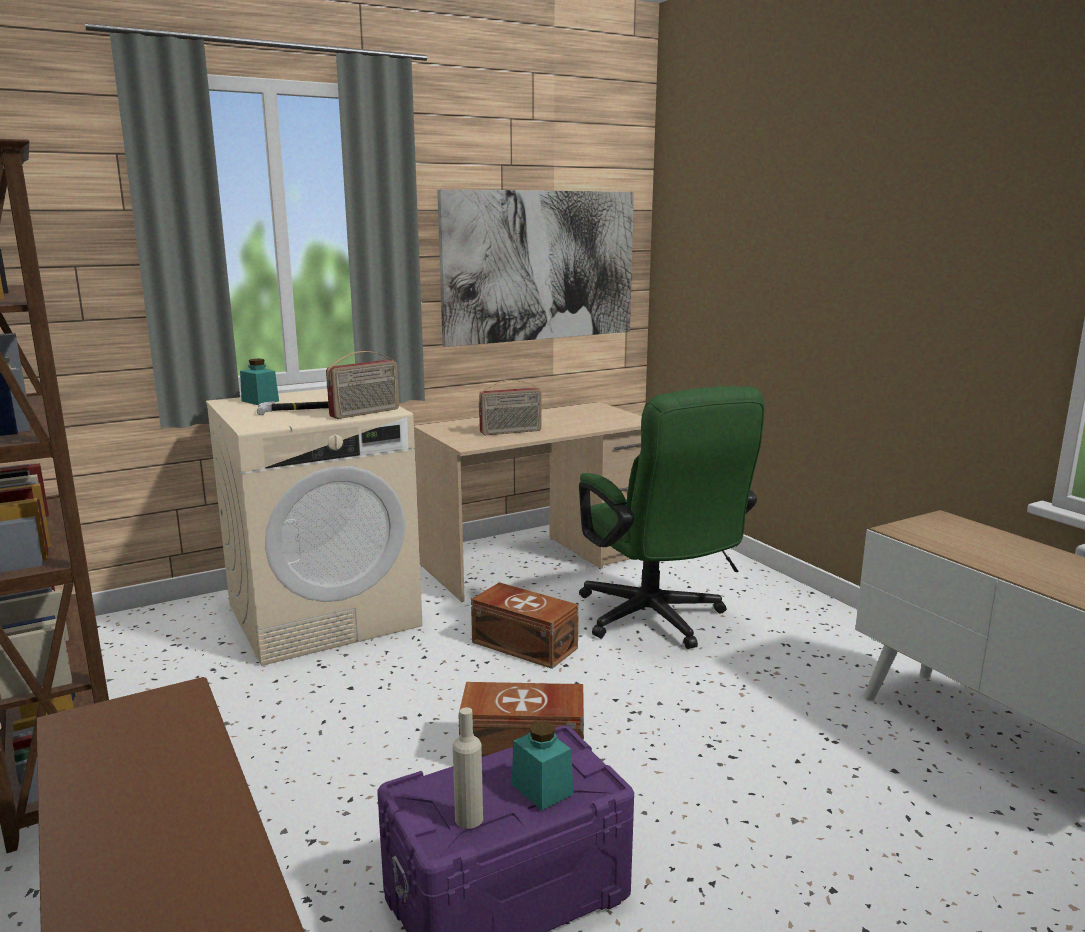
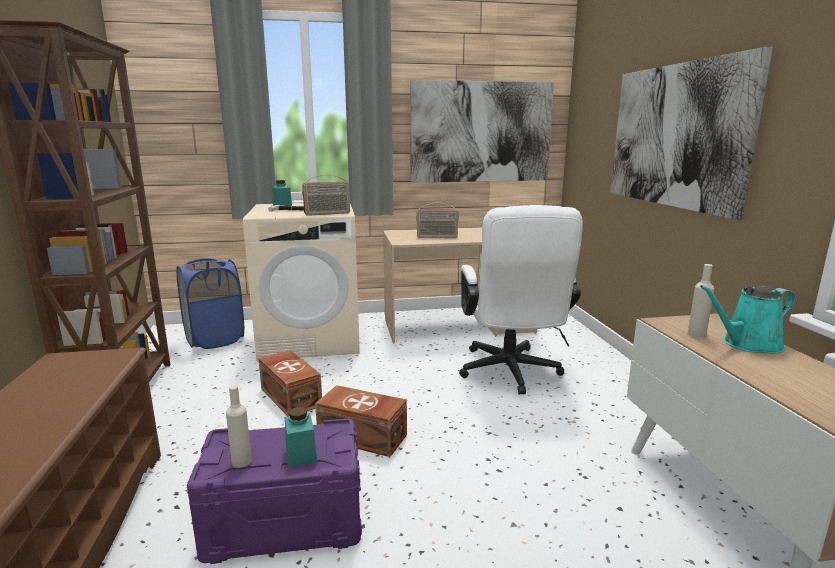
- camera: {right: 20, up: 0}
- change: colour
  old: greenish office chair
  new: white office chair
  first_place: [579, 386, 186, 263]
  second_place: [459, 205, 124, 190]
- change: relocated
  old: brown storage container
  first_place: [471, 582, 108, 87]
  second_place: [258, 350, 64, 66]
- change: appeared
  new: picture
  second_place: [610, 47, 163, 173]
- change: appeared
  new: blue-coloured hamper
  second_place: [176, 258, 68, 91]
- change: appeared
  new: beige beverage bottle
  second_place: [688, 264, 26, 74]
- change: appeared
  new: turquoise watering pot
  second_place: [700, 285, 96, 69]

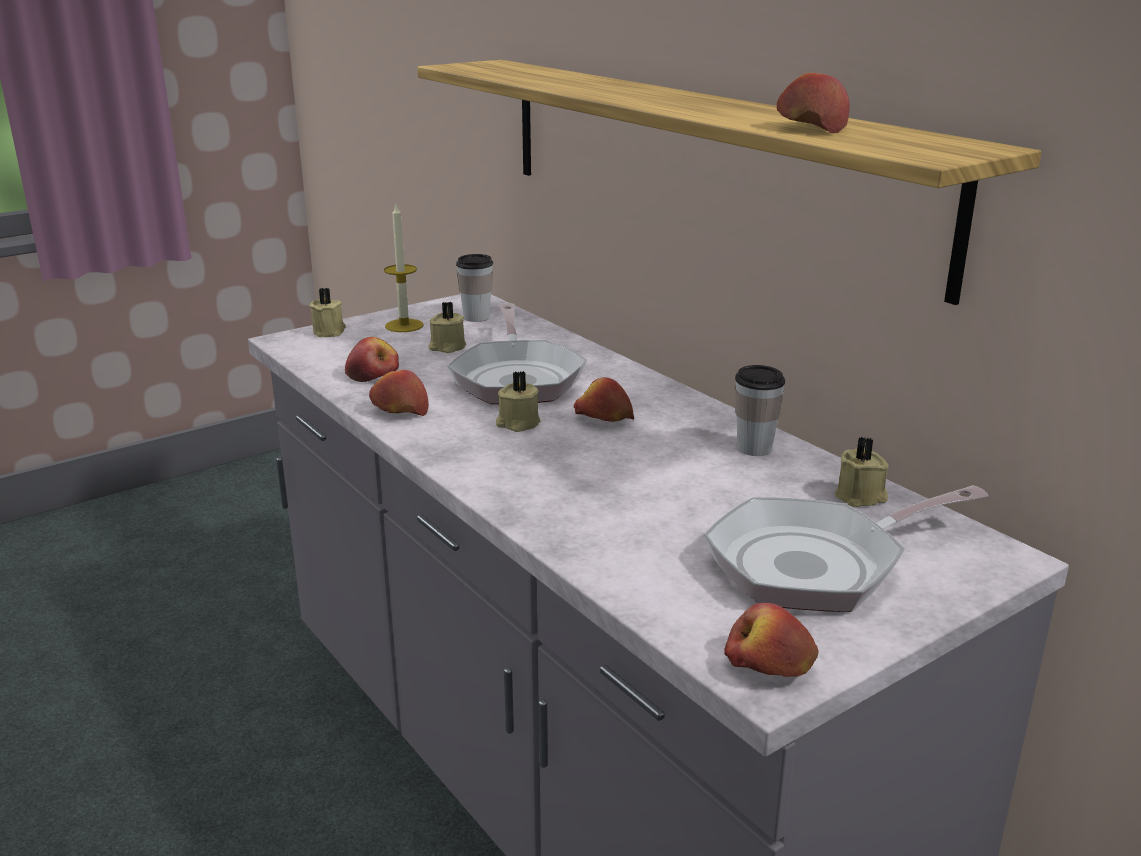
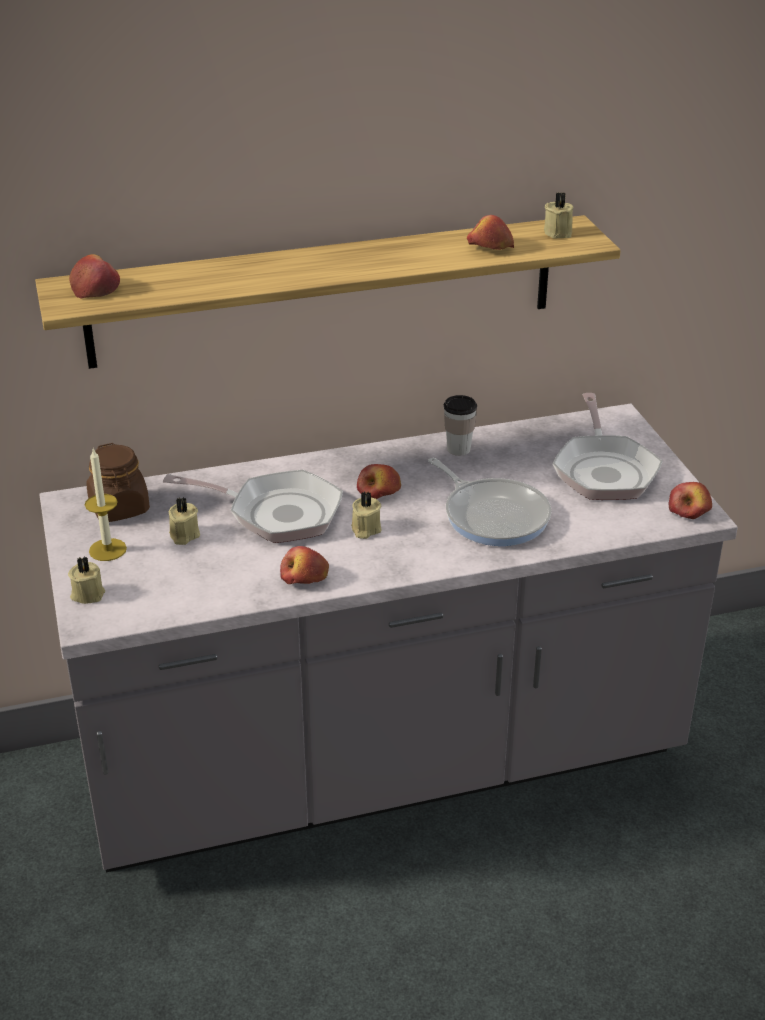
- camera: {right: -70, up: 10}
- change: exchanged
  old: cup
  new: brown storage jar
  first_place: [456, 254, 37, 68]
  second_place: [86, 443, 64, 79]
- change: relocated
  old: apple
  first_place: [345, 337, 54, 45]
  second_place: [69, 254, 51, 45]
- change: relocated
  old: beige candle
  first_place: [835, 437, 54, 70]
  second_place: [544, 192, 29, 47]
- change: appeared
  new: pan
  second_place: [428, 458, 124, 88]

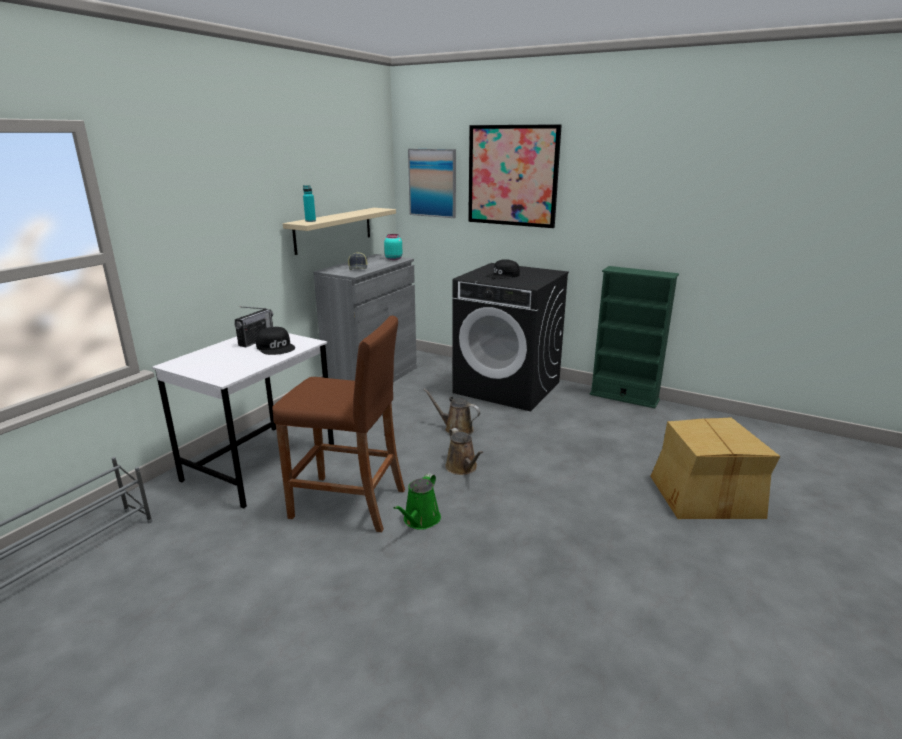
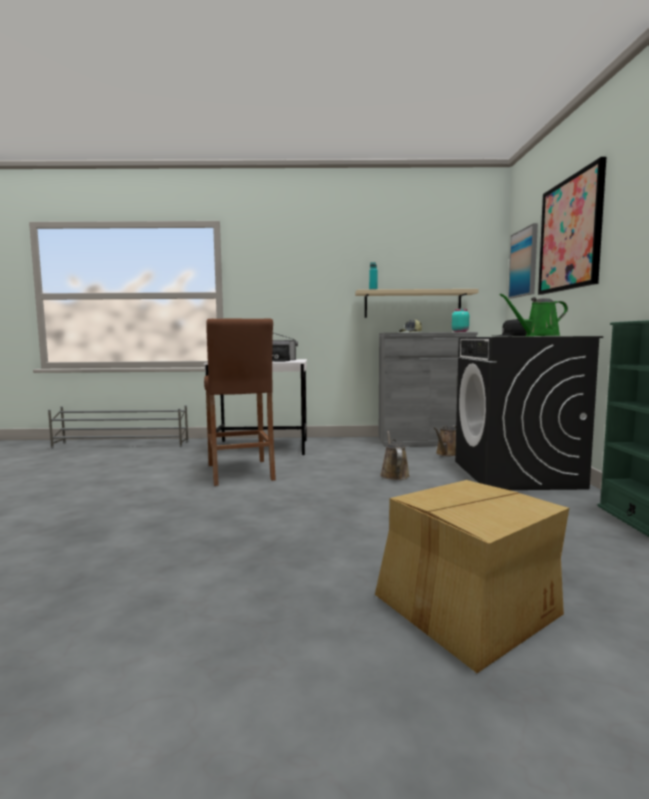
- camera: {right: 60, up: -15}
- change: relocated
  old: brown watering pot
  first_place: [445, 428, 38, 47]
  second_place: [434, 425, 22, 31]
- change: relocated
  old: greenish watering pot
  first_place: [394, 473, 47, 57]
  second_place: [499, 294, 69, 42]

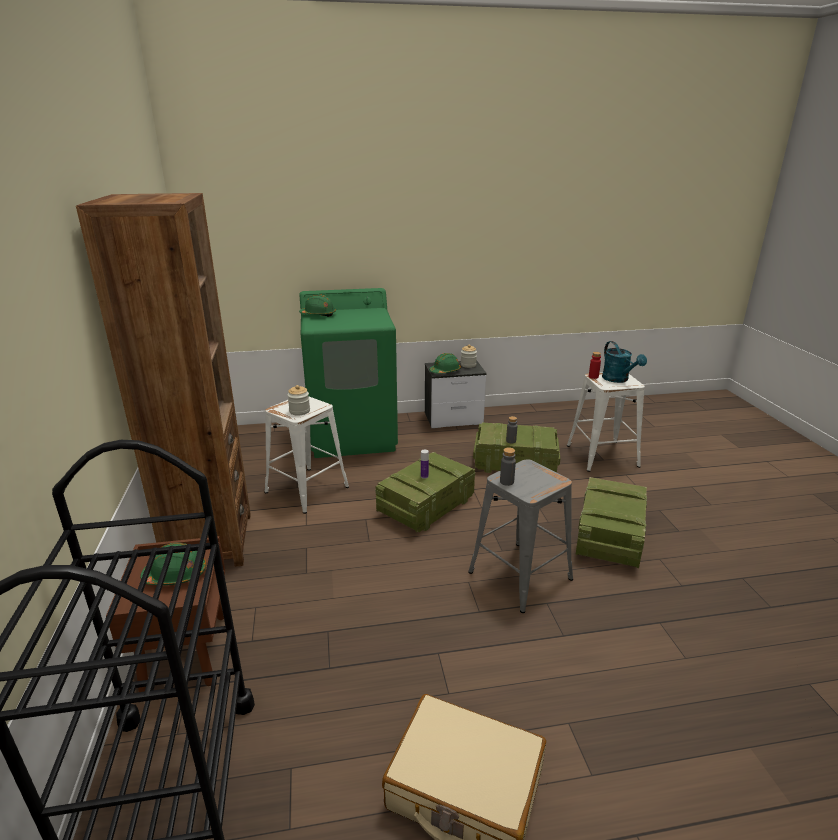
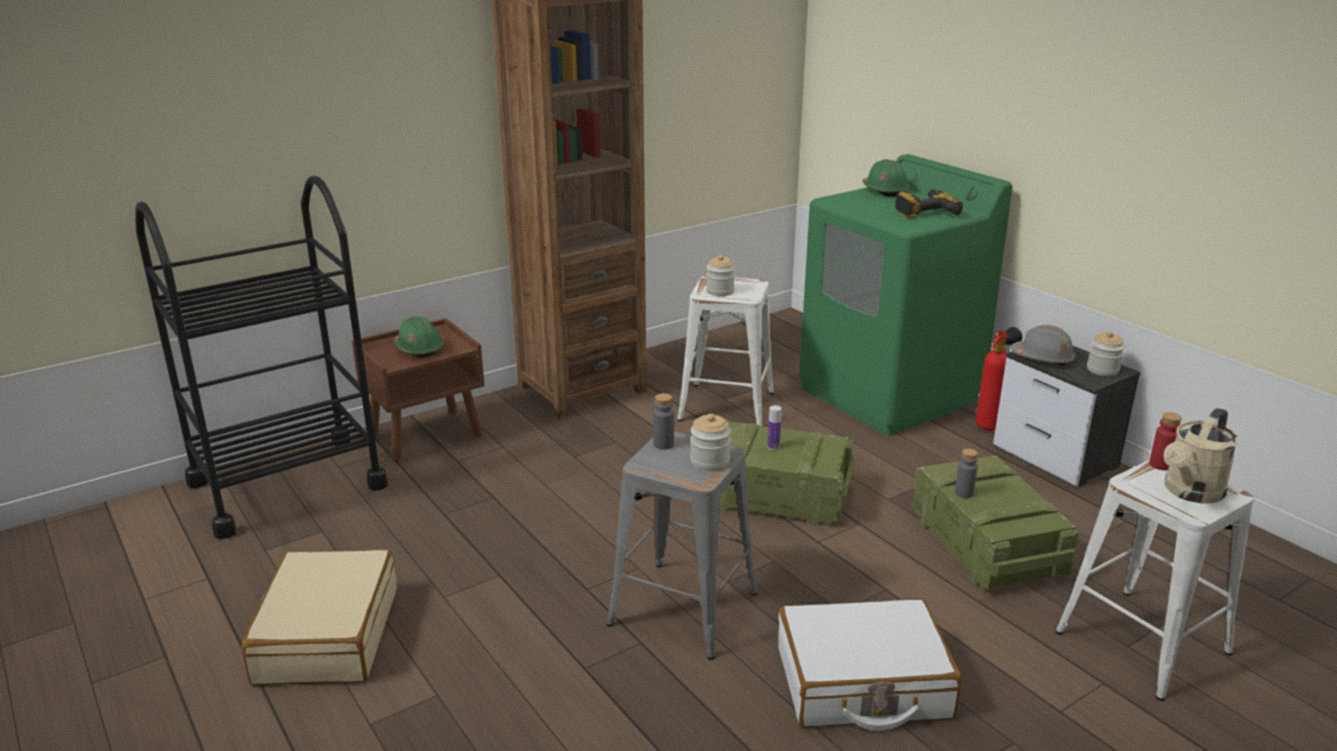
- camera: {right: 65, up: 0}
- change: colour
  old: turquoise watering pot
  new: beige watering pot
  first_place: [602, 341, 45, 42]
  second_place: [1164, 408, 74, 95]
- change: colour
  old: greenish safety helmet
  new: gray safety helmet
  first_place: [429, 353, 32, 21]
  second_place: [1011, 325, 65, 41]
- change: exchanged
  old: crate
  new: white piece of luggage
  first_place: [575, 477, 72, 91]
  second_place: [778, 599, 184, 132]
- change: appeared
  new: power drill
  second_place: [896, 189, 67, 30]
- change: appeared
  new: fire-fighting cylinder
  second_place: [976, 327, 46, 103]
- change: appeared
  new: storage jar
  second_place: [690, 414, 41, 57]

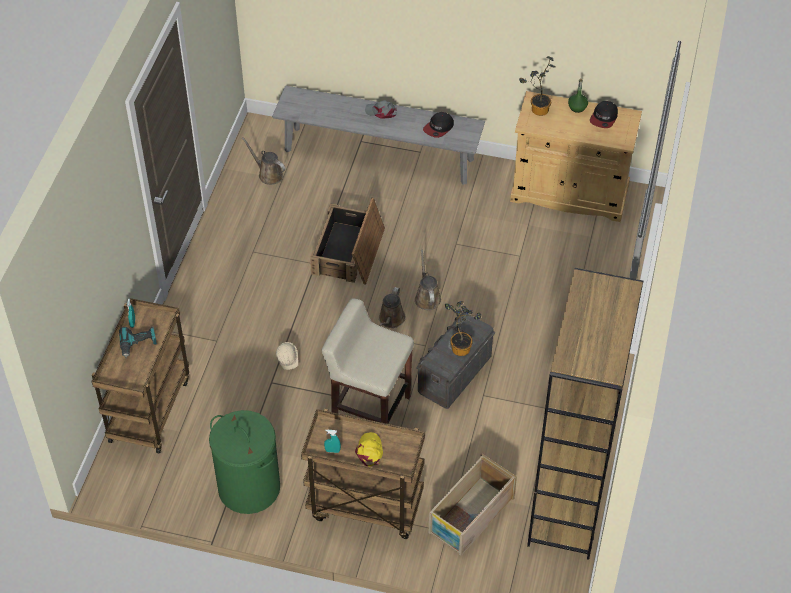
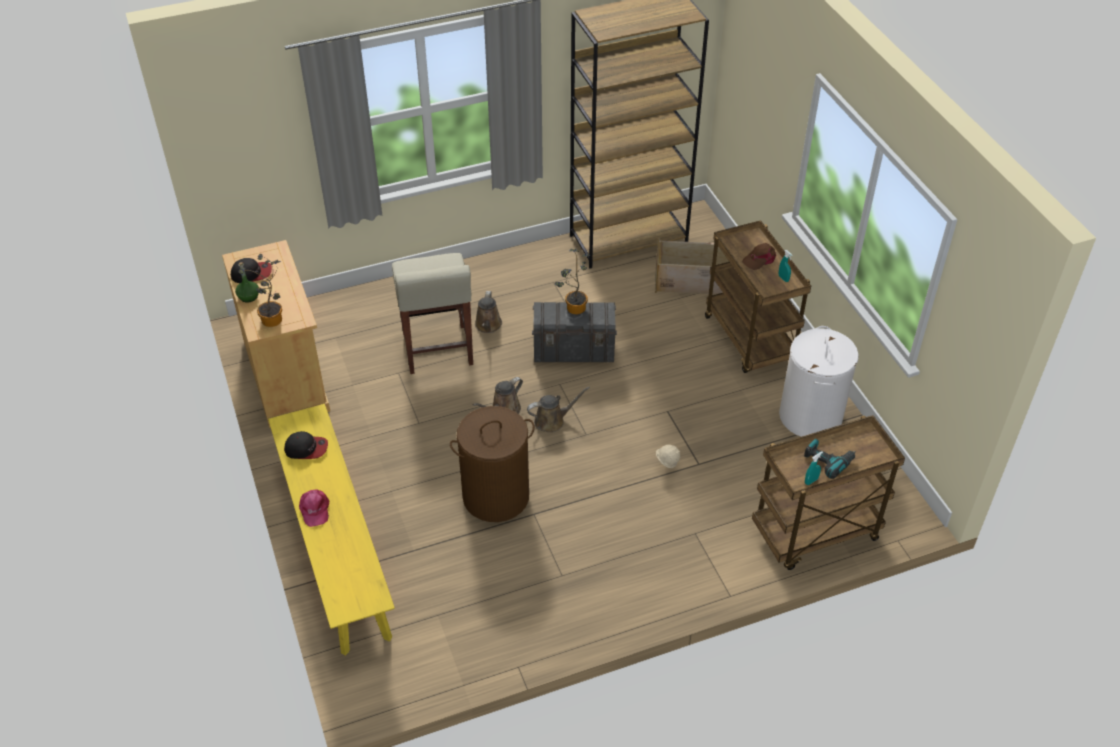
- camera: {right: -125, up: -5}
- change: colour
  old: gray long seat
  new: yellow-coloured long seat
  first_place: [272, 85, 213, 100]
  second_place: [268, 404, 127, 252]
- change: colour
  old: gray peaked cap
  new: pink peaked cap
  first_place: [365, 100, 32, 19]
  second_place: [299, 489, 30, 38]
- change: relocated
  old: brown watering pot
  first_place: [242, 137, 44, 48]
  second_place: [475, 291, 27, 42]
- change: exchanged
  old: crate
  new: brown hamper
  first_place: [310, 198, 75, 86]
  second_place: [450, 406, 85, 116]
- change: relocated
  old: beige stool seat
  first_place: [322, 298, 92, 126]
  second_place: [392, 253, 81, 121]
- change: colour
  old: greenish hamper
  new: white hamper
  first_place: [209, 410, 71, 104]
  second_place: [779, 326, 80, 111]
- change: colour
  old: yellow-coloured peaked cap
  new: brown peaked cap
  first_place: [355, 432, 28, 35]
  second_place: [742, 243, 34, 27]

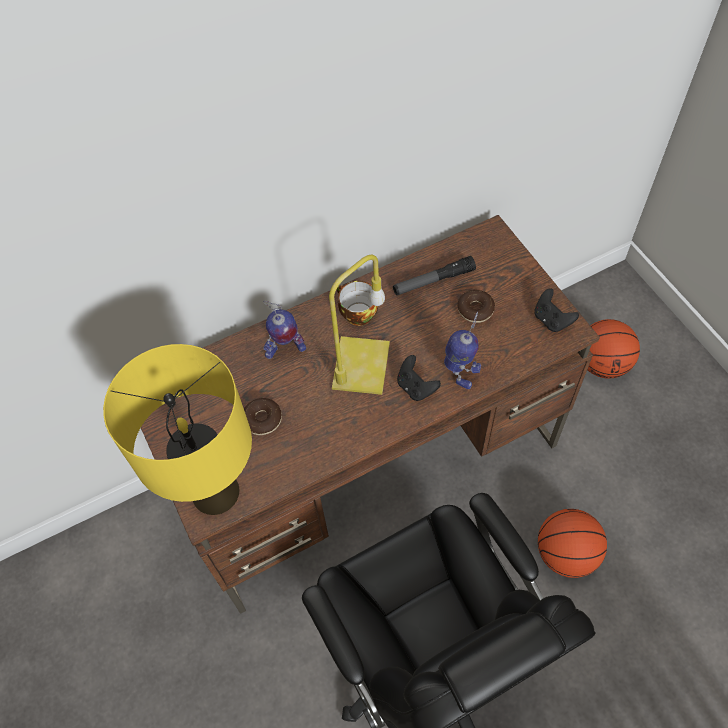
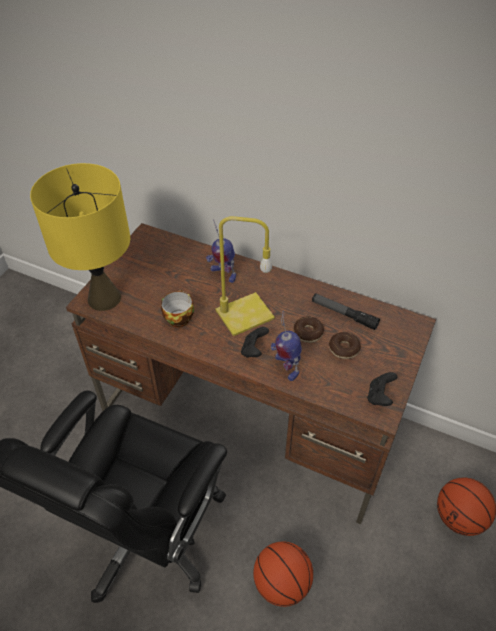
- camera: {right: 50, up: -10}
- change: relocated
  old: cup
  first_place: [337, 281, 41, 45]
  second_place: [161, 290, 33, 37]
- change: spun
  old: model robot
  first_place: [444, 311, 37, 78]
  second_place: [271, 310, 31, 71]
  degrees: 120
- change: relocated
  old: doughnut
  first_place: [244, 398, 38, 37]
  second_place: [293, 317, 31, 26]

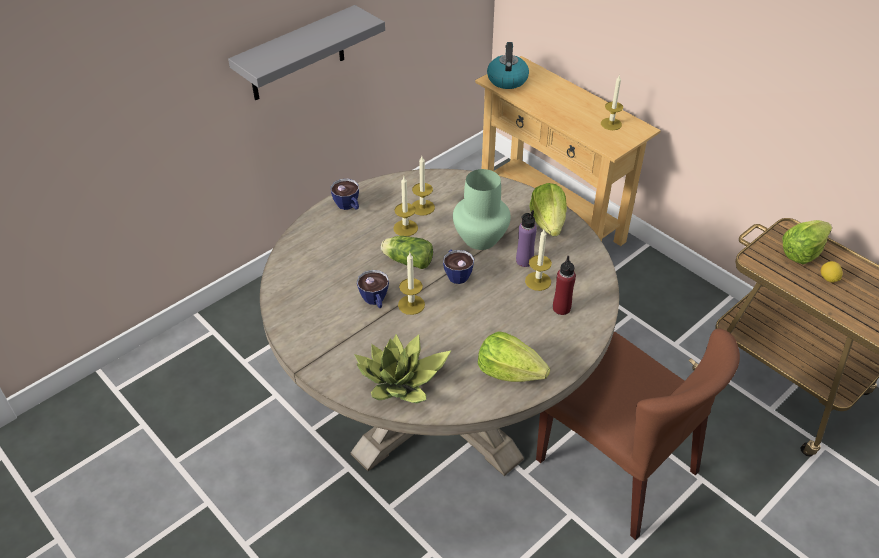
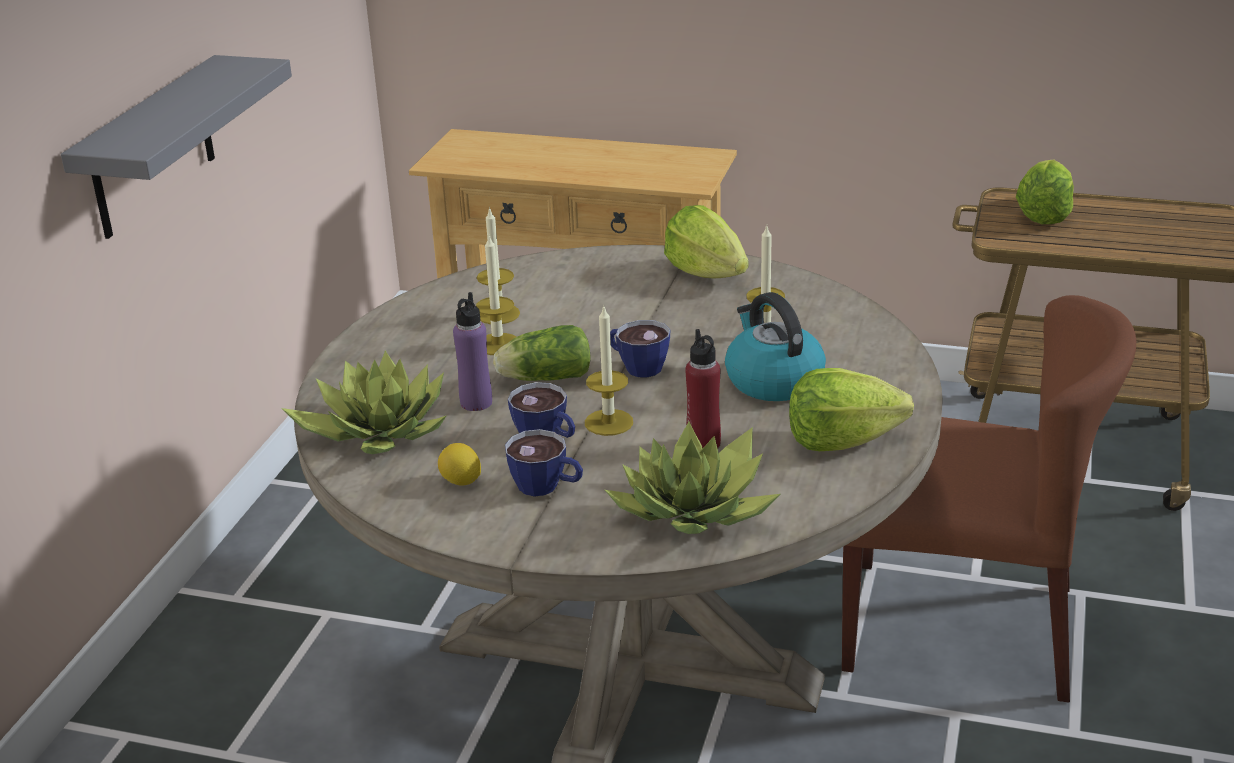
- camera: {right: -30, up: -15}
- change: relocated
  old: tea kettle
  first_place: [487, 42, 42, 47]
  second_place: [725, 292, 101, 109]
- change: missing
  old: candle
  first_place: [601, 75, 22, 55]
- change: missing
  old: greenish flower vase
  first_place: [453, 169, 58, 81]
- change: relocated
  old: cup
  first_place: [331, 179, 28, 31]
  second_place: [505, 429, 78, 68]
- change: relocated
  old: purple beverage bottle
  first_place: [516, 210, 21, 57]
  second_place: [453, 292, 39, 119]
- change: relocated
  old: reddish beverage bottle
  first_place: [553, 256, 23, 59]
  second_place: [685, 329, 36, 120]
- change: relocated
  old: citrus fruit
  first_place: [821, 261, 22, 22]
  second_place: [438, 443, 43, 43]
- change: appeared
  new: plant in a pot
  second_place: [281, 351, 166, 103]

